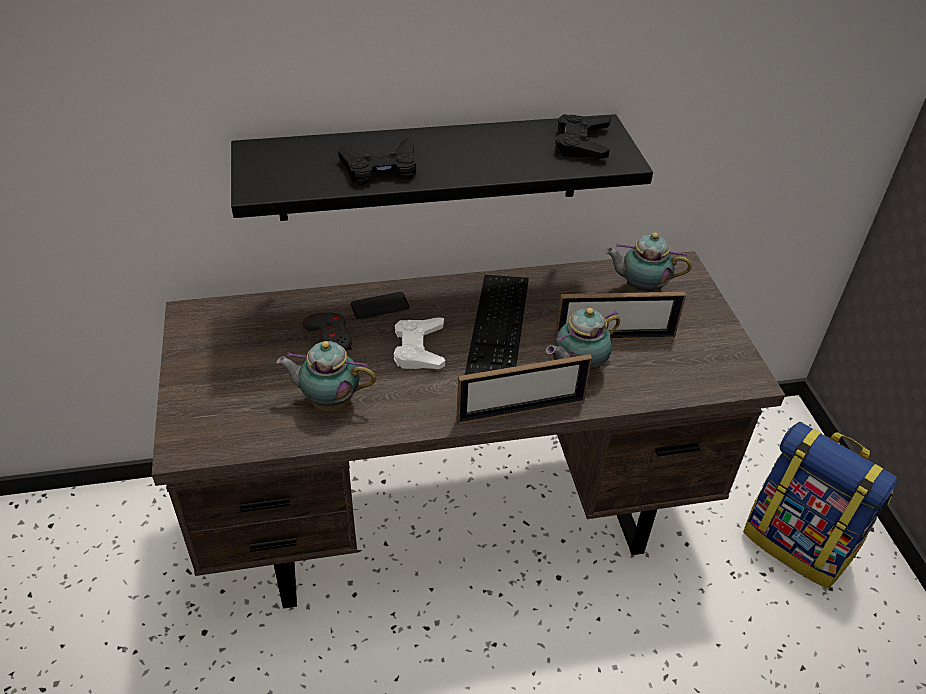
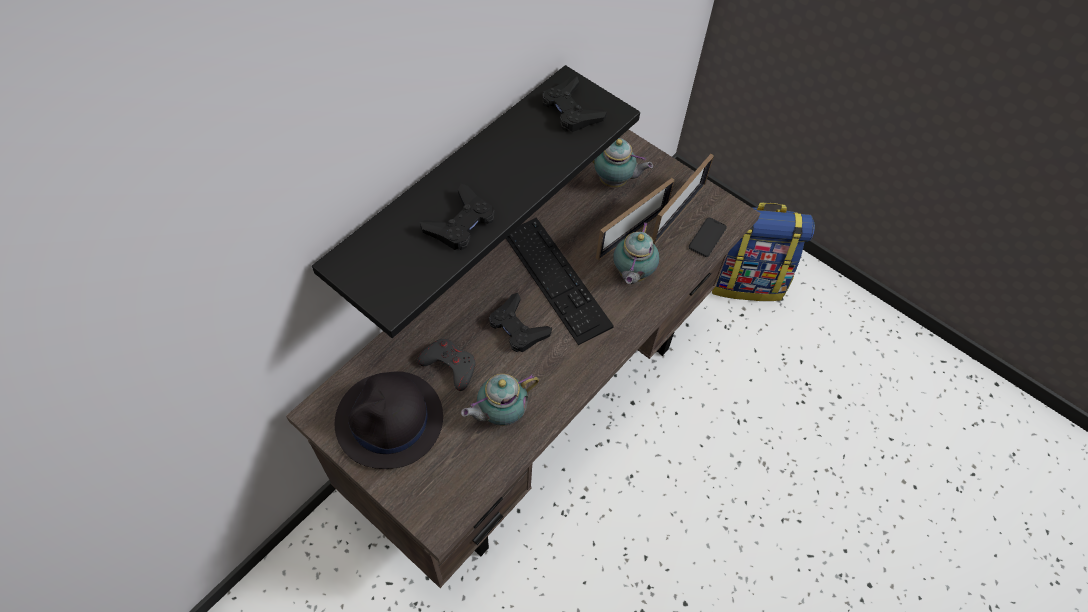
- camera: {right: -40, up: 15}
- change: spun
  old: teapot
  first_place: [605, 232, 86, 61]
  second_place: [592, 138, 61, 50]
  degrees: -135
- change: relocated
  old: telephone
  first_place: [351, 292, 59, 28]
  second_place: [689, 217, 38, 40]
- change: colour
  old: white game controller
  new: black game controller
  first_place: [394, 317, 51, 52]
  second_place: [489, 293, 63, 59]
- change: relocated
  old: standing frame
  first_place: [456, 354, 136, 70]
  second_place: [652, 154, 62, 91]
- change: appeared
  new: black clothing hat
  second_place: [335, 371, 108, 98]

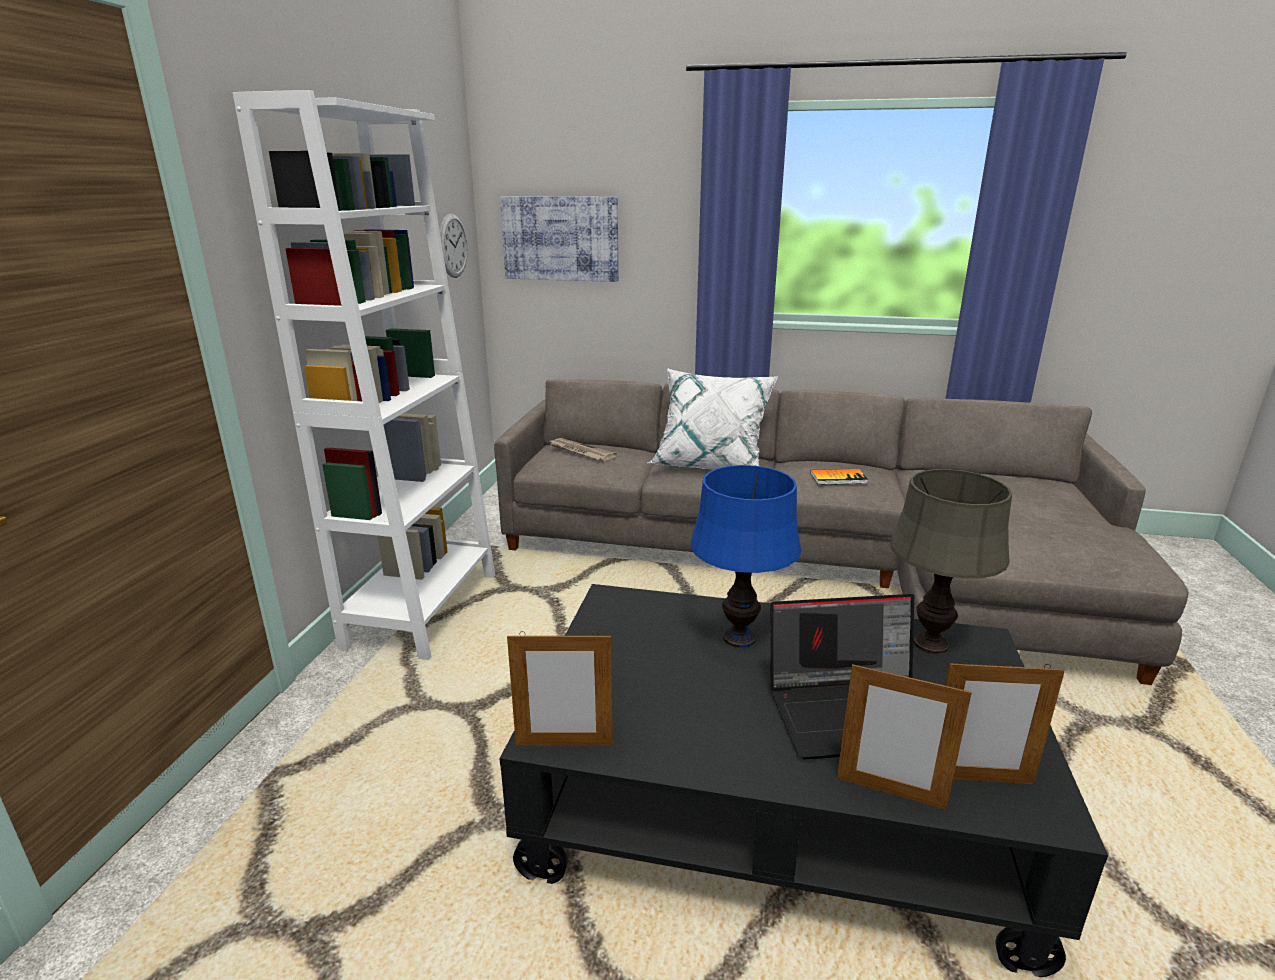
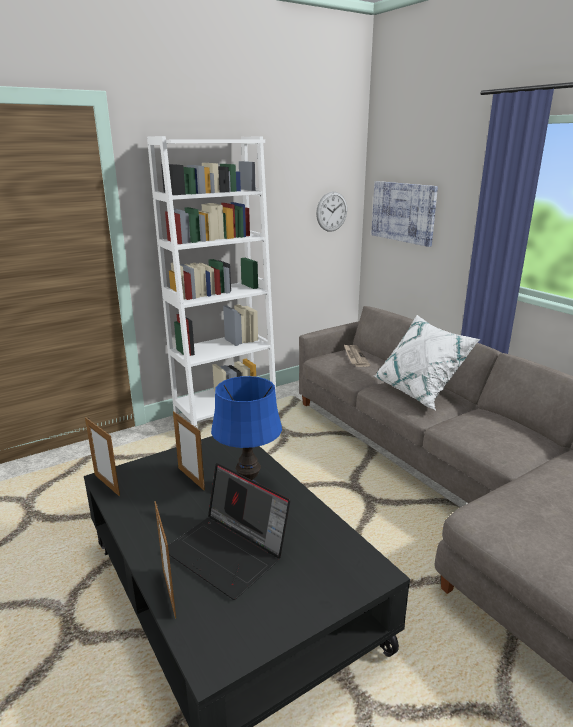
- camera: {right: 45, up: 0}
- change: missing
  old: volume
  first_place: [810, 469, 58, 16]
- change: missing
  old: gray lamp for a table
  first_place: [890, 469, 122, 185]
- change: relocated
  old: standing frame
  first_place: [945, 660, 120, 124]
  second_place: [173, 411, 32, 80]

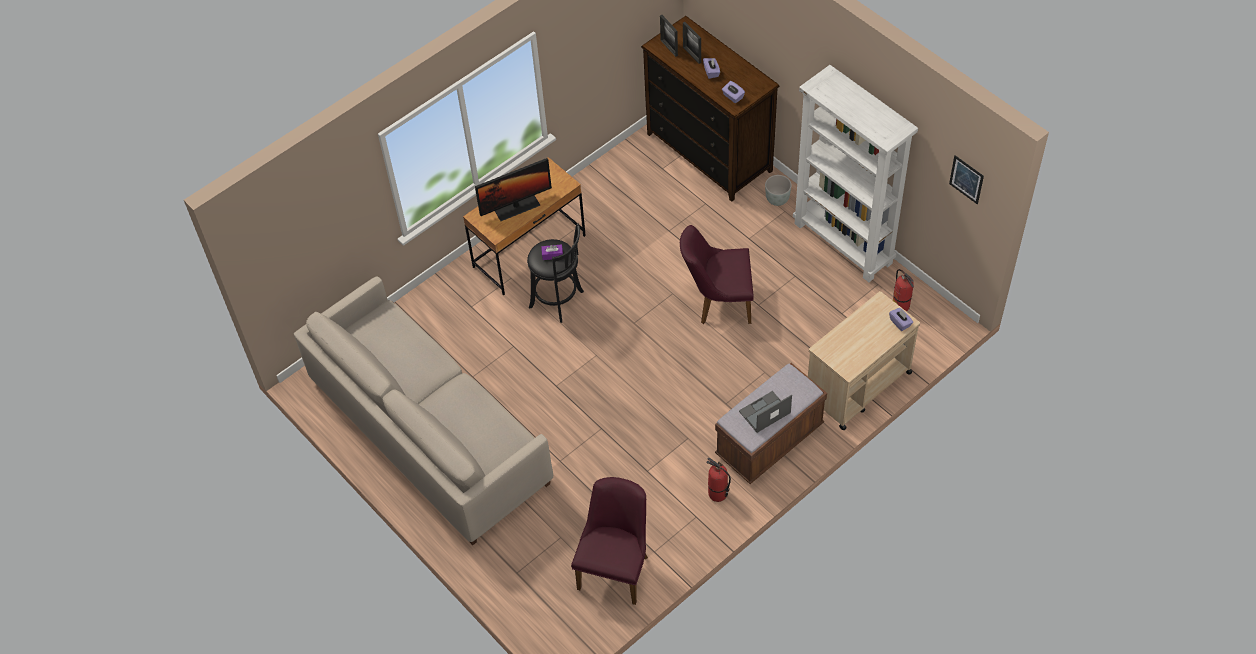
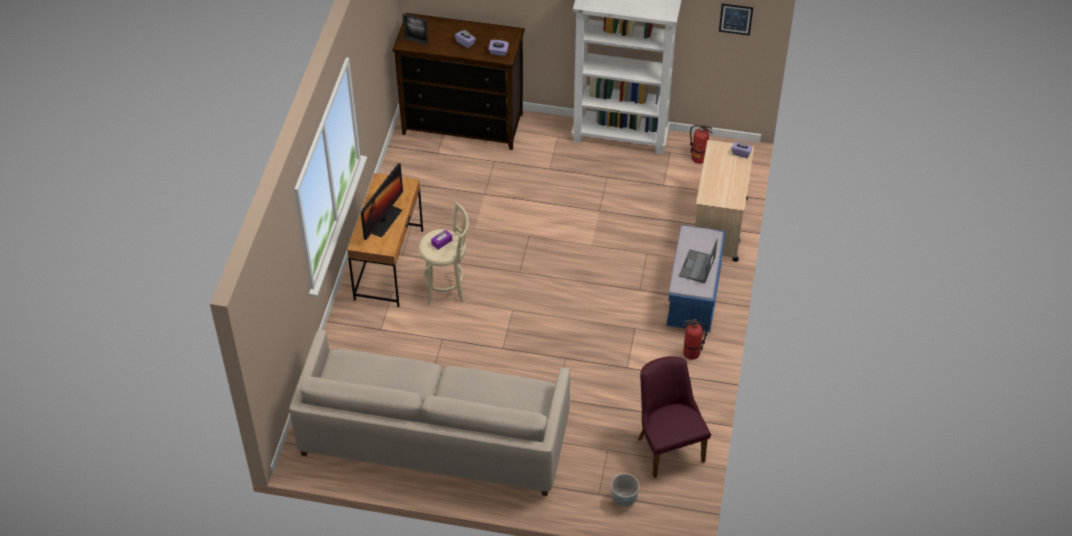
- camera: {right: -40, up: -5}
- change: missing
  old: standing frame
  first_place: [683, 22, 18, 42]
- change: relocated
  old: gray plant pot
  first_place: [765, 175, 27, 31]
  second_place: [611, 473, 29, 34]
- change: colour
  old: black stool seat
  new: beige stool seat
  first_place: [527, 223, 57, 100]
  second_place: [419, 202, 50, 104]
- change: missing
  old: purple chair
  first_place: [680, 225, 74, 99]
- change: colour
  old: brown long seat
  new: blue-coloured long seat
  first_place: [715, 363, 112, 121]
  second_place: [666, 225, 60, 107]

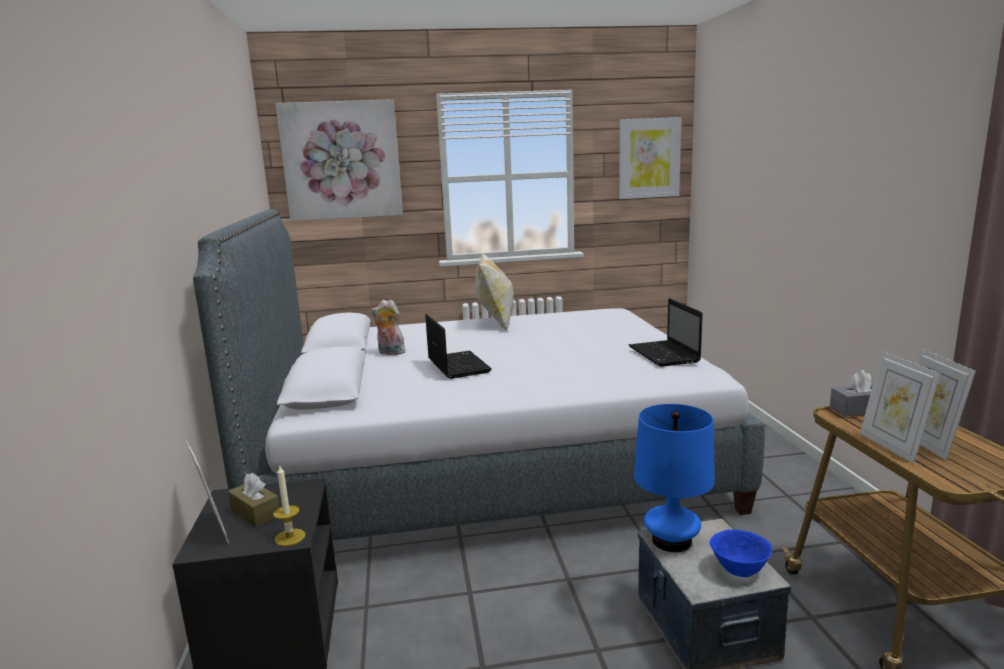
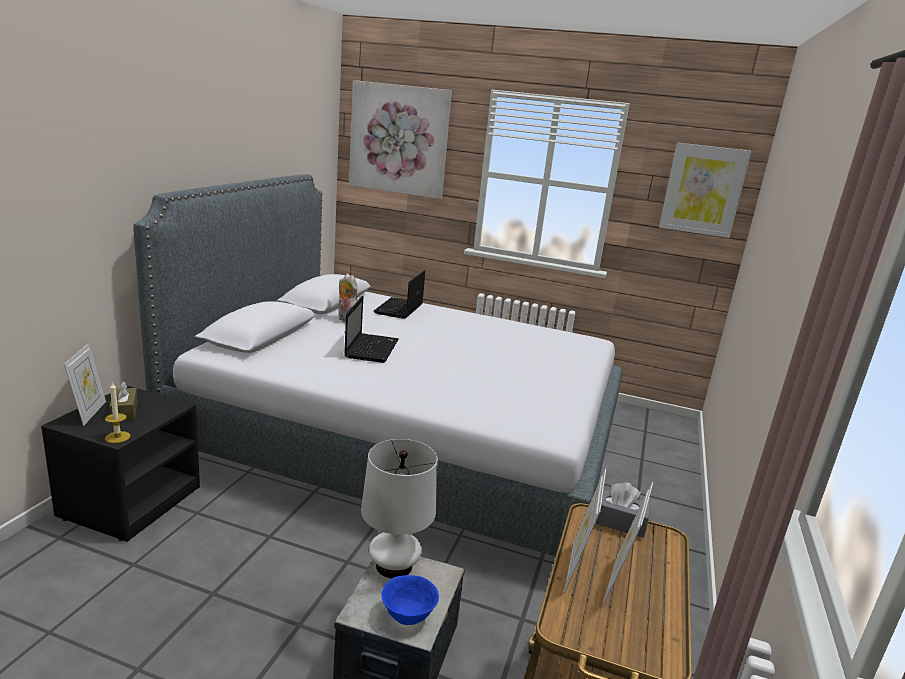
- camera: {right: 25, up: 5}
- change: missing
  old: pillow
  first_place: [475, 252, 39, 78]
- change: relocated
  old: notebook computer
  first_place: [628, 298, 75, 69]
  second_place: [374, 270, 51, 49]
- change: colour
  old: blue-coloured lamp for a table
  new: white lamp for a table
  first_place: [634, 404, 81, 148]
  second_place: [361, 439, 77, 140]

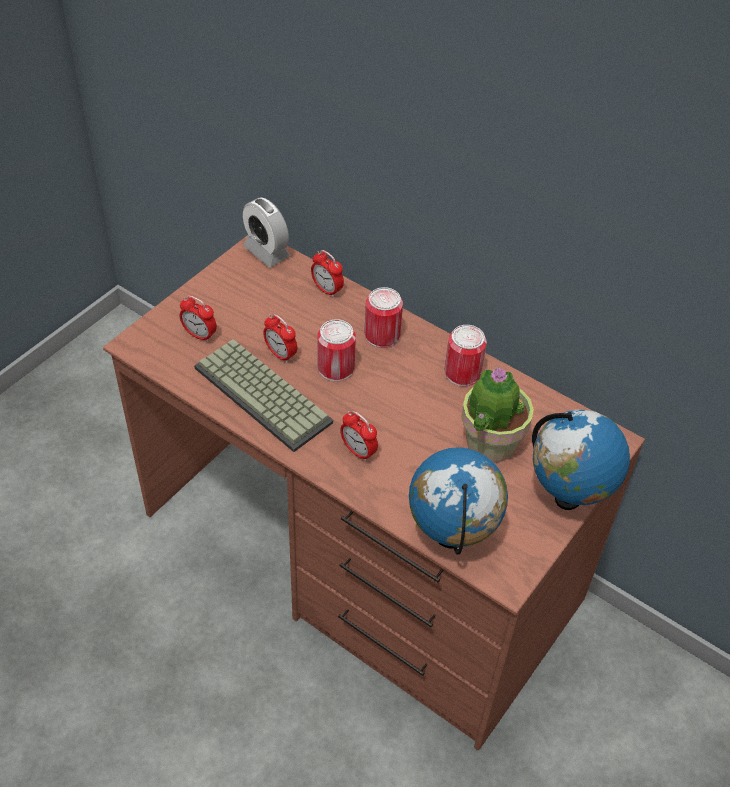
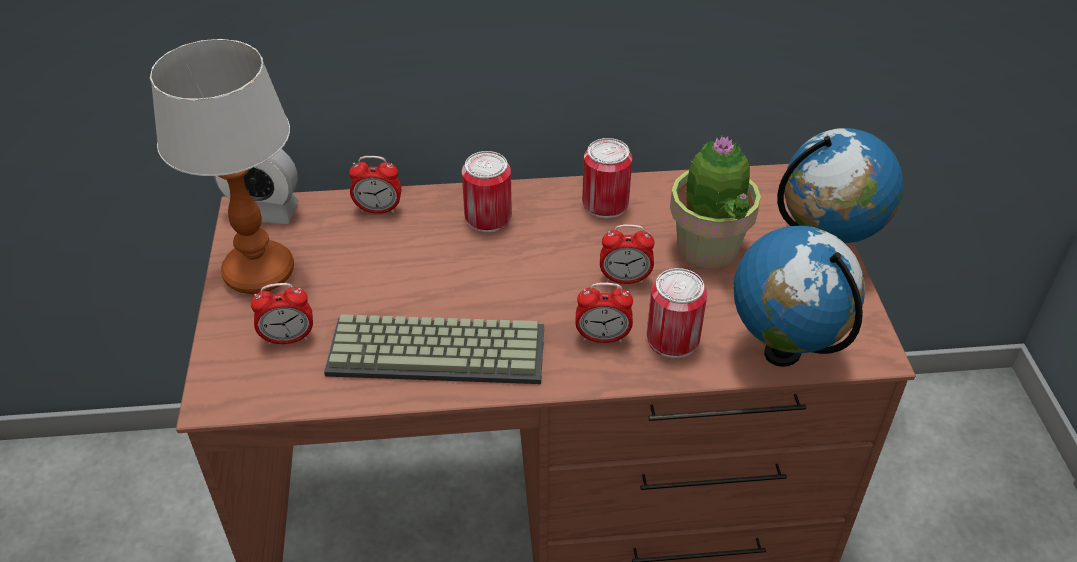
- camera: {right: -40, up: -5}
- change: relocated
  old: table clock
  first_place: [263, 314, 34, 49]
  second_place: [600, 224, 55, 60]
- change: relocated
  old: metal can
  first_place: [317, 319, 39, 63]
  second_place: [647, 268, 60, 90]
- change: appeared
  new: lamp for a table
  second_place: [150, 39, 144, 255]

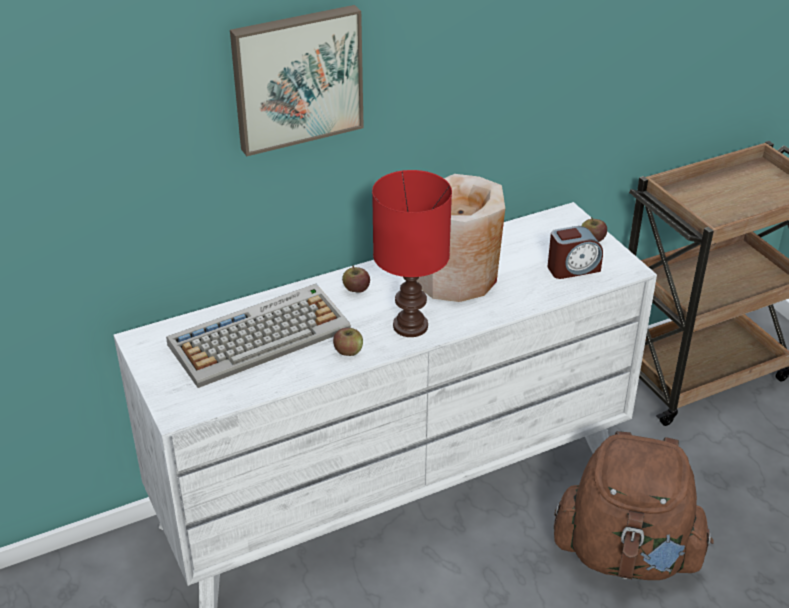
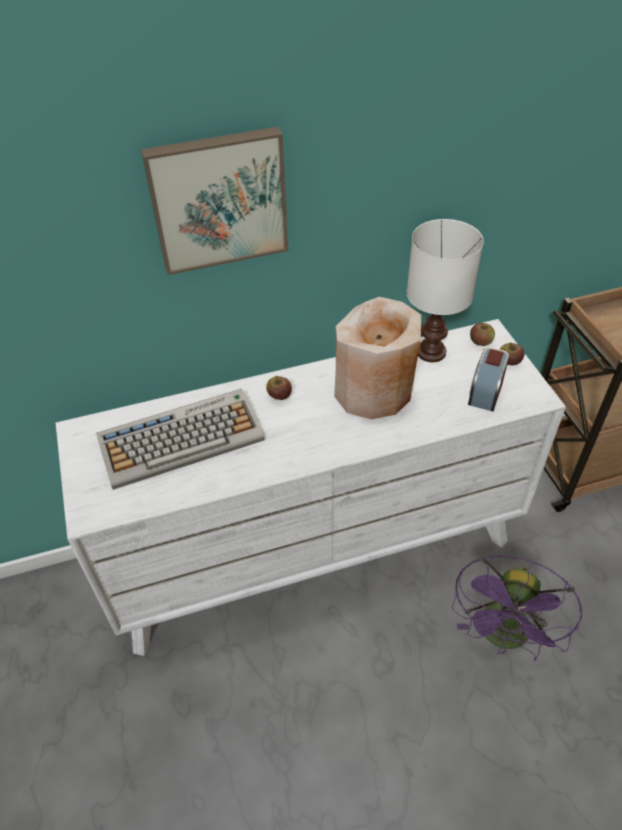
- camera: {right: 10, up: 10}
- change: missing
  old: reddish lamp for a table
  first_place: [372, 170, 80, 167]
- change: spun
  old: table clock
  first_place: [548, 226, 55, 53]
  second_place: [468, 347, 41, 65]
  degrees: 120
- change: relocated
  old: apple
  first_place: [333, 328, 30, 28]
  second_place: [470, 323, 25, 23]
- change: exchanged
  old: brown rucksack
  new: purple cooling fan
  first_place: [554, 431, 160, 149]
  second_place: [452, 555, 131, 106]
- change: appeared
  new: white lamp for a table
  second_place: [407, 219, 77, 143]

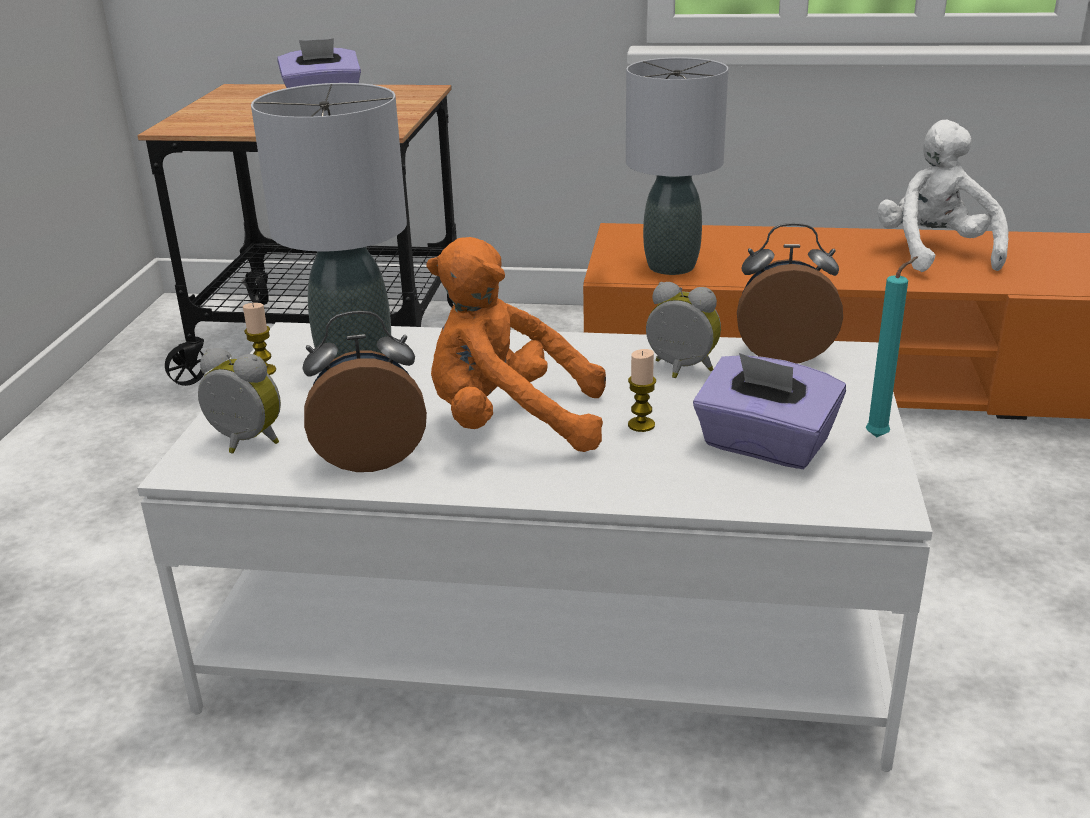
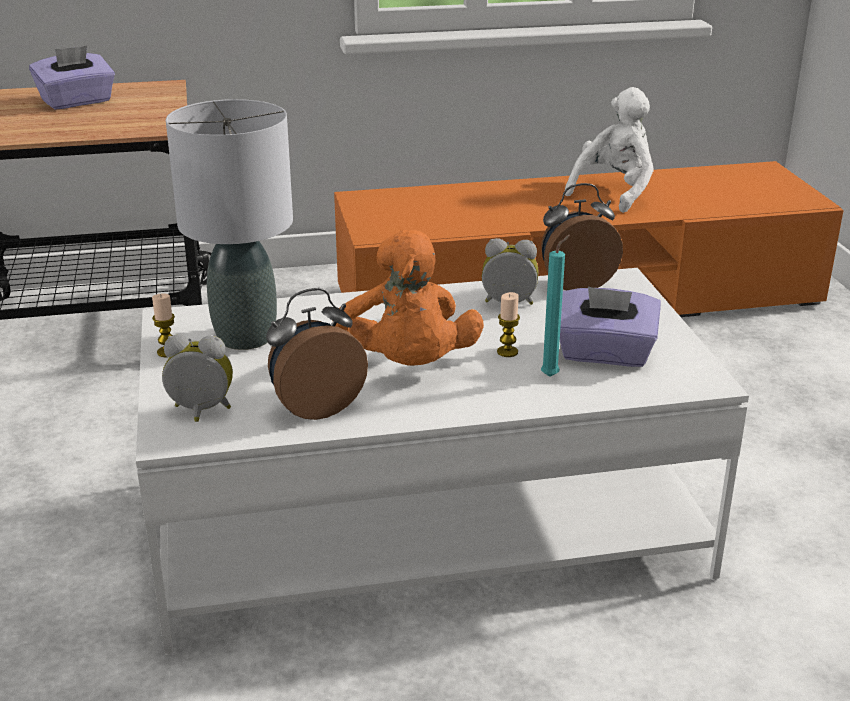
- camera: {right: -20, up: 0}
- change: missing
  old: gray lamp for a table
  first_place: [626, 57, 102, 218]
- change: spun
  old: white cuddly toy
  first_place: [877, 120, 131, 152]
  second_place: [565, 87, 89, 126]
  degrees: 60
- change: spun
  old: orangey cuddly toy
  first_place: [427, 237, 179, 215]
  second_place: [335, 230, 149, 136]
  degrees: -90
- change: relocated
  old: turquoise candle
  first_place: [866, 256, 52, 181]
  second_place: [541, 235, 29, 142]

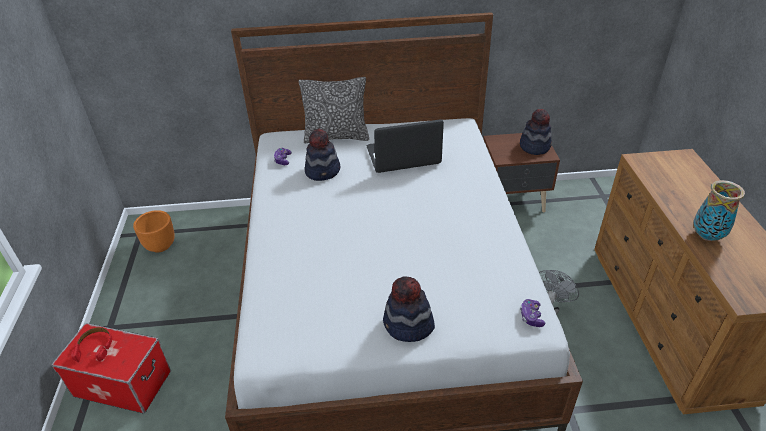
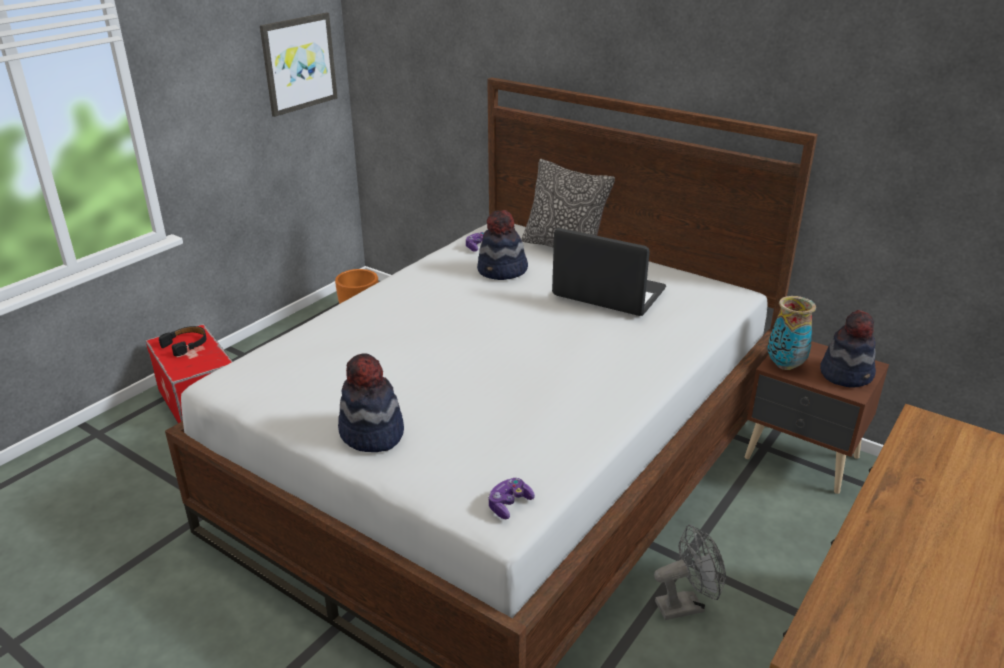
- camera: {right: 40, up: -10}
- change: relocated
  old: flower vase
  first_place: [693, 180, 52, 61]
  second_place: [767, 296, 49, 74]
- change: colour
  old: reddish headset
  new: black headset
  first_place: [71, 327, 41, 35]
  second_place: [159, 326, 48, 30]
- change: appeared
  new: picture
  second_place: [260, 13, 77, 104]

